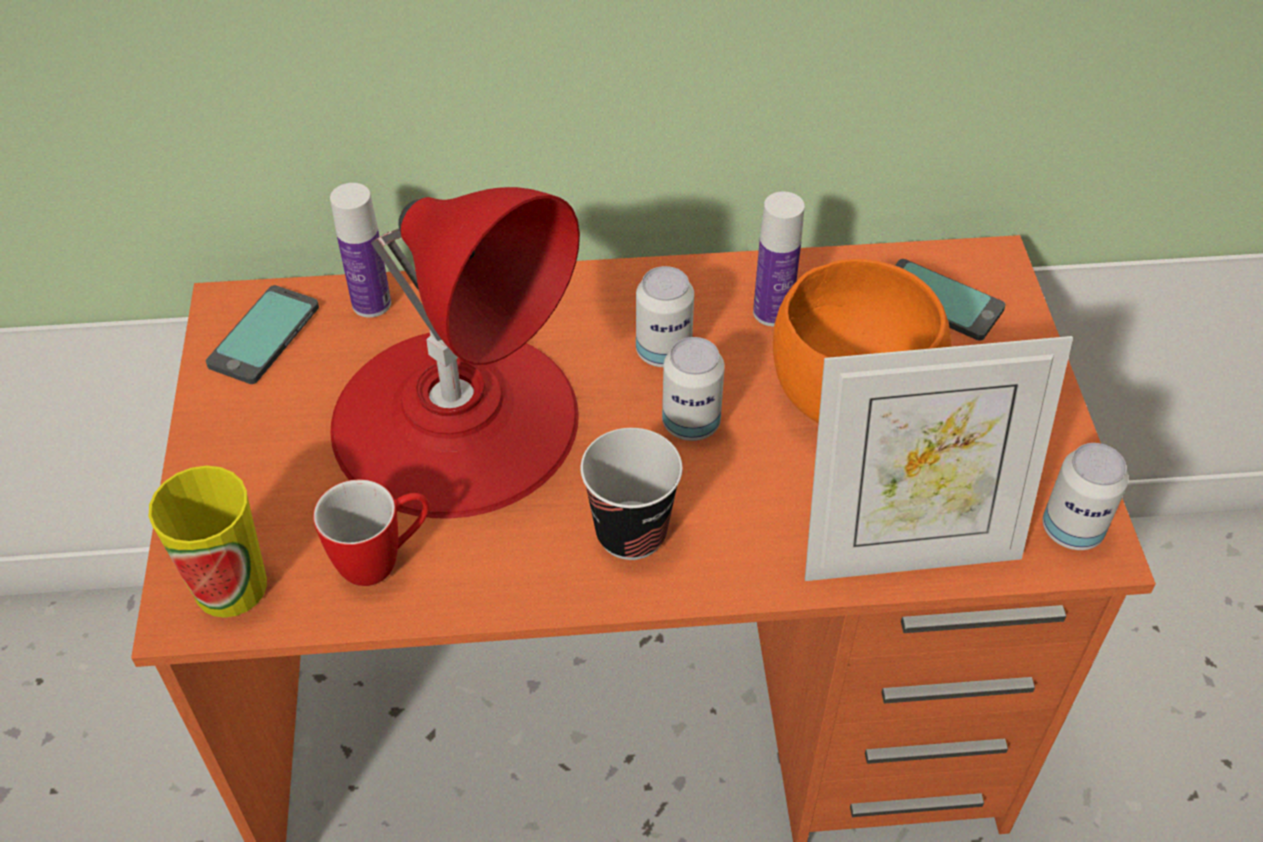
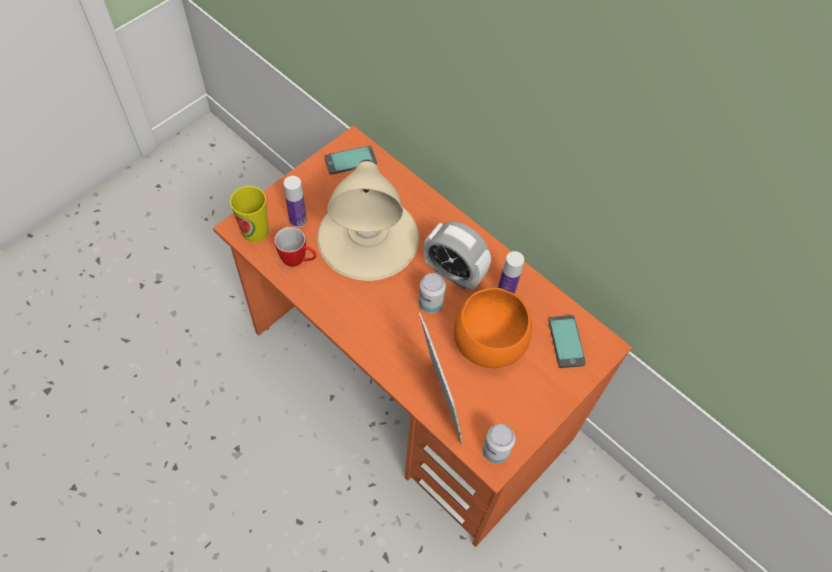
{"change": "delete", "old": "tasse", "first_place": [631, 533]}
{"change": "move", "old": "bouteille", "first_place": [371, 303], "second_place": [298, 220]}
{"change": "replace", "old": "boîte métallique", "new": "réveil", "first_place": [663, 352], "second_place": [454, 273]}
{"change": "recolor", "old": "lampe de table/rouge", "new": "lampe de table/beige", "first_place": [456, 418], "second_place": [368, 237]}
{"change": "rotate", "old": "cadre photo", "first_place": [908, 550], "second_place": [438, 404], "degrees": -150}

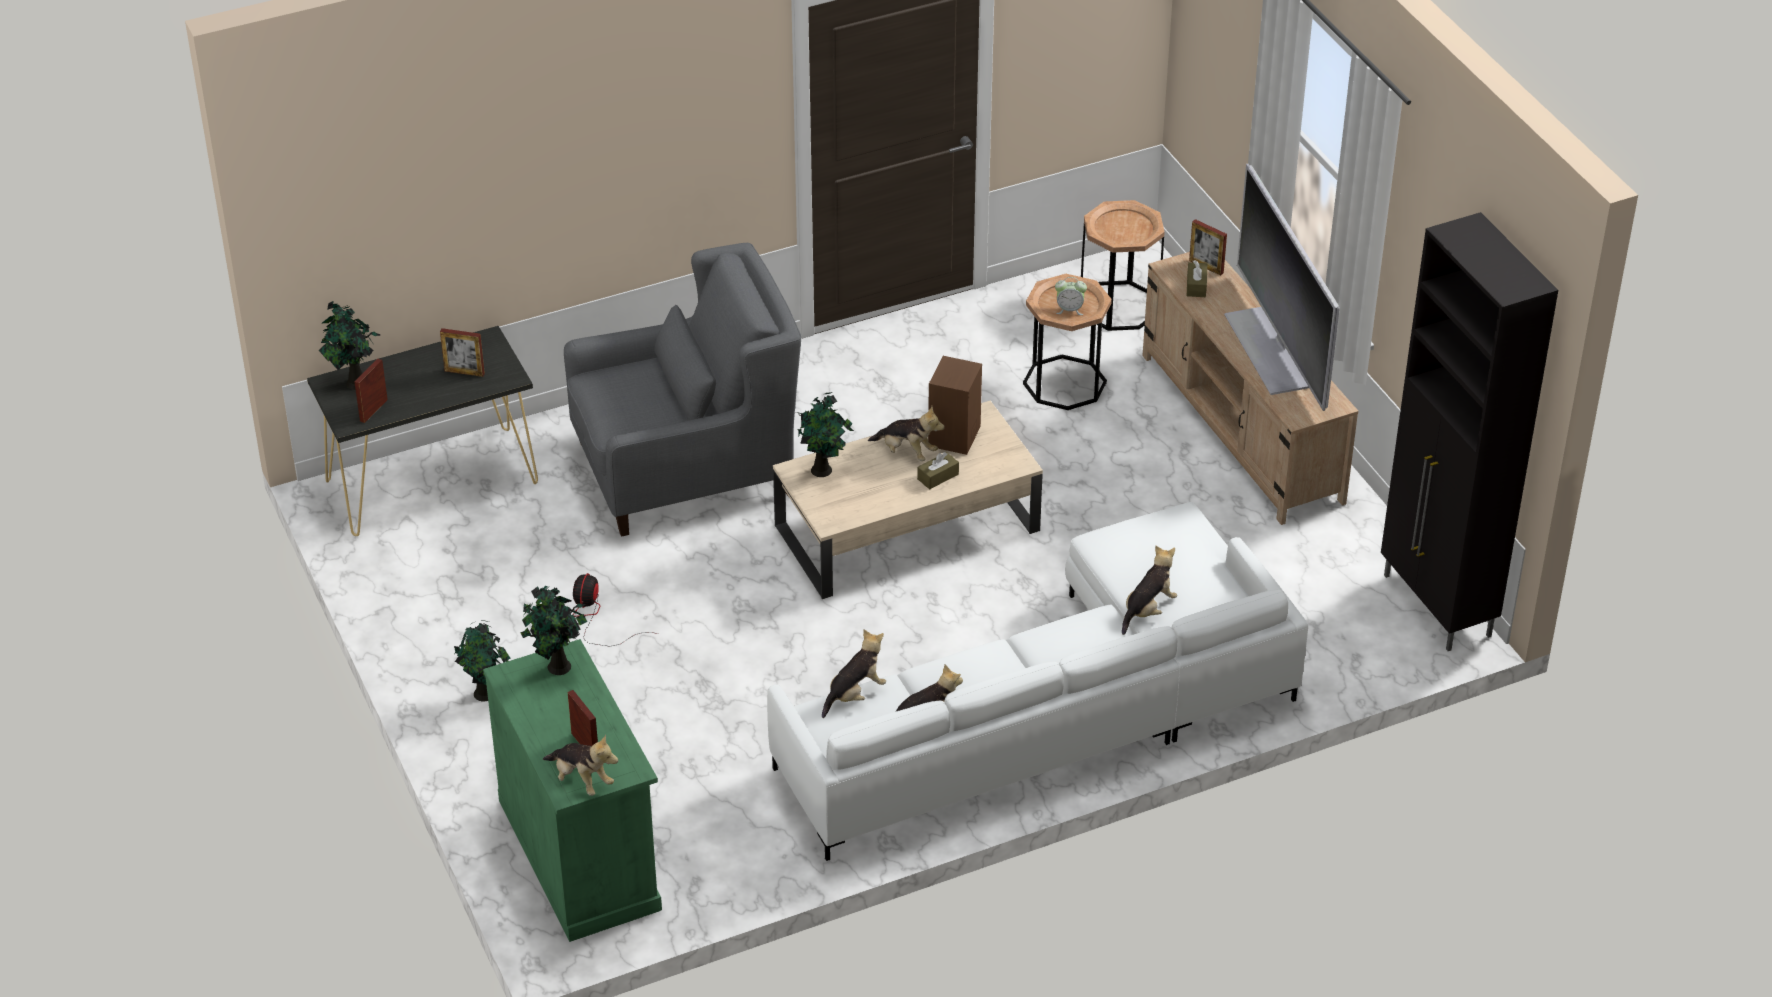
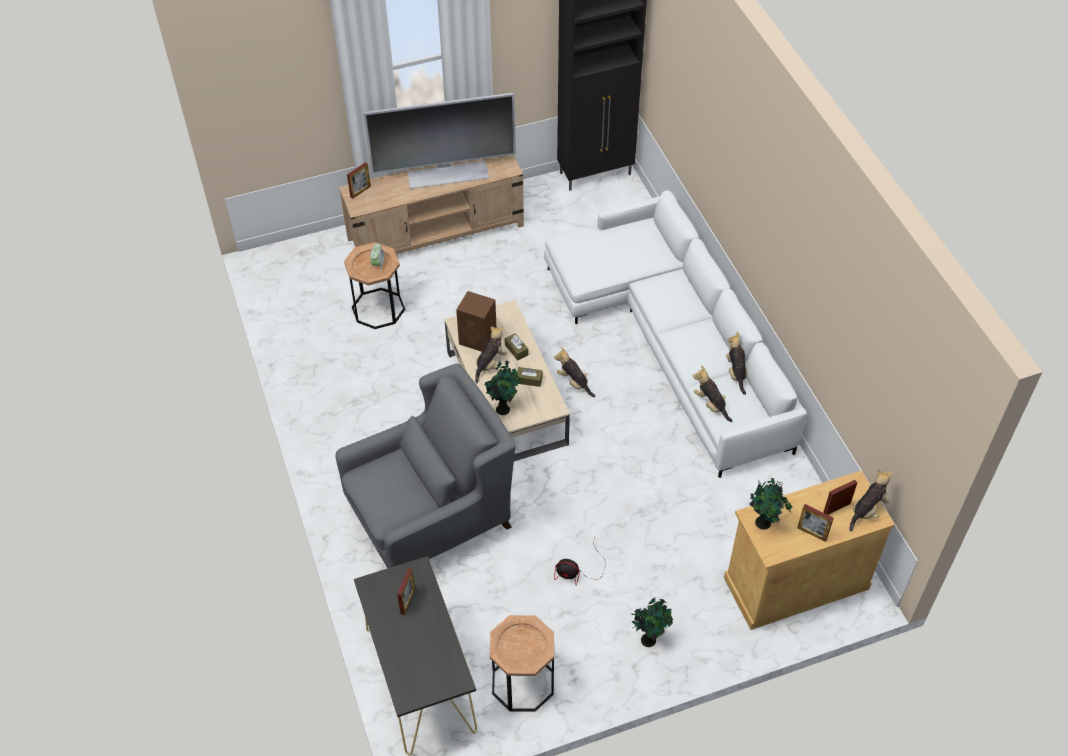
{"change": "delete", "old": "plante en pot", "first_place": [354, 383]}
{"change": "move", "old": "cadre photo", "first_place": [373, 410], "second_place": [812, 533]}
{"change": "move", "old": "table d'appoint/marron", "first_place": [1119, 306], "second_place": [523, 682]}
{"change": "move", "old": "peluche", "first_place": [1148, 610], "second_place": [574, 382]}
{"change": "move", "old": "boîte à mouchoirs/marron", "first_place": [1196, 286], "second_place": [529, 380]}
{"change": "recolor", "old": "meuble de rangement/vert", "new": "meuble de rangement/beige", "first_place": [580, 854], "second_place": [795, 583]}
{"change": "rotate", "old": "fauteuil/gris", "first_place": [685, 468], "second_place": [430, 516], "degrees": 75}

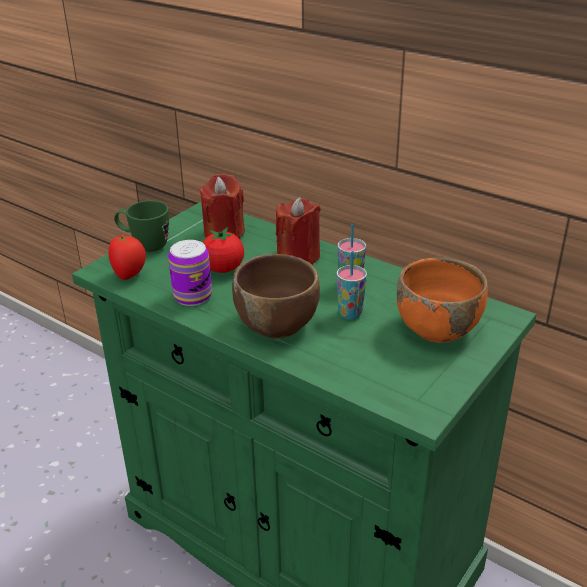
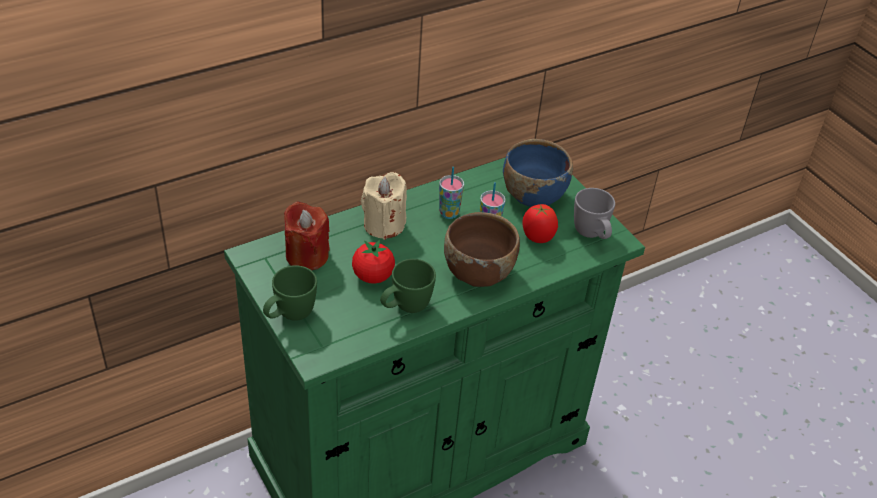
{"change": "insert", "new": "mug/gris", "second_place": [592, 235]}
{"change": "move", "old": "tomate", "first_place": [130, 275], "second_place": [537, 237]}
{"change": "replace", "old": "boîte métallique", "new": "mug/vert", "first_place": [192, 296], "second_place": [405, 308]}
{"change": "recolor", "old": "bougie/rouge", "new": "bougie/beige", "first_place": [298, 255], "second_place": [384, 225]}
{"change": "recolor", "old": "bol/orange", "new": "bol/bleu", "first_place": [437, 328], "second_place": [533, 195]}

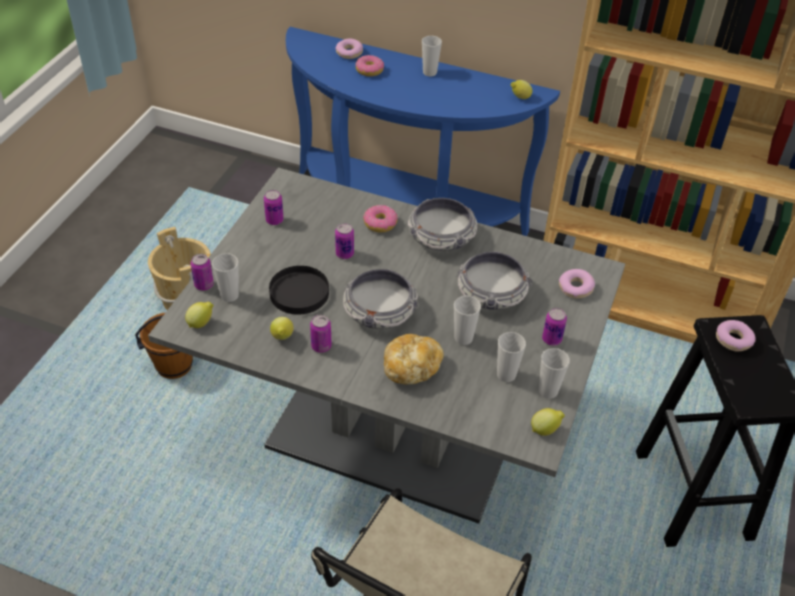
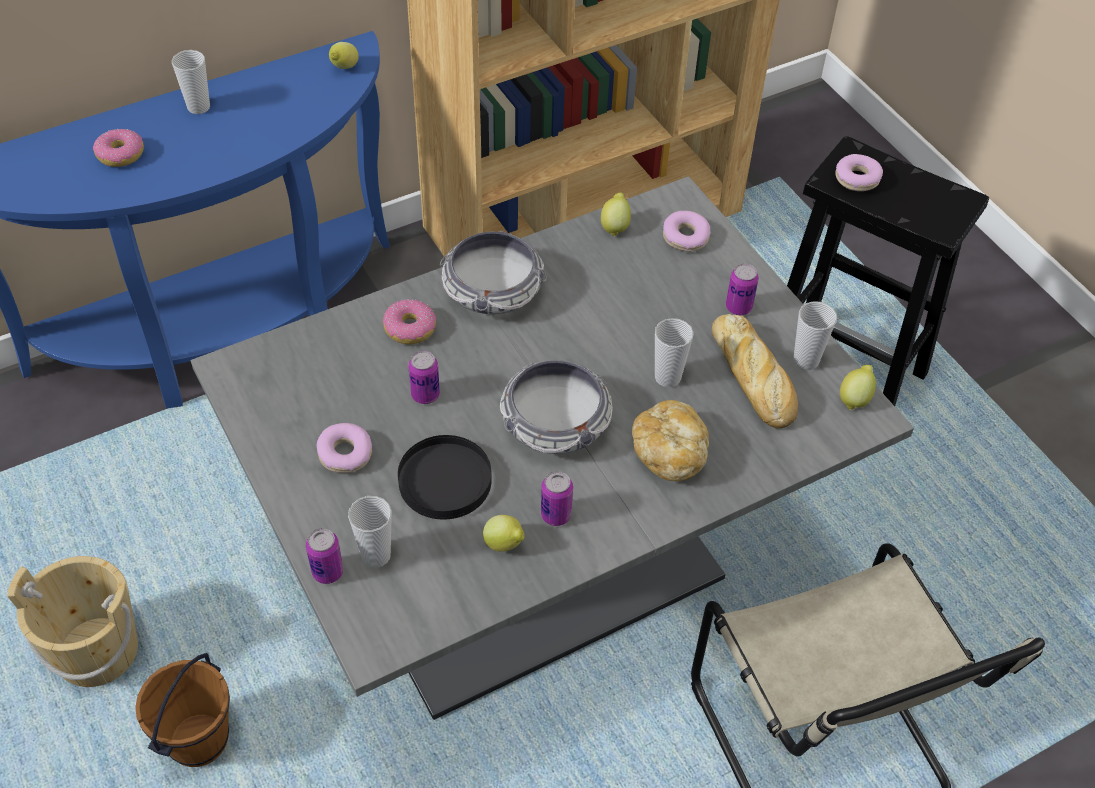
{"change": "delete", "old": "boîte métallique", "first_place": [274, 220]}
{"change": "delete", "old": "bol", "first_place": [491, 293]}
{"change": "move", "old": "citron", "first_place": [201, 323], "second_place": [615, 226]}
{"change": "move", "old": "beignet", "first_place": [349, 53], "second_place": [345, 454]}
{"change": "replace", "old": "tasse", "new": "pain", "first_place": [506, 375], "second_place": [753, 378]}

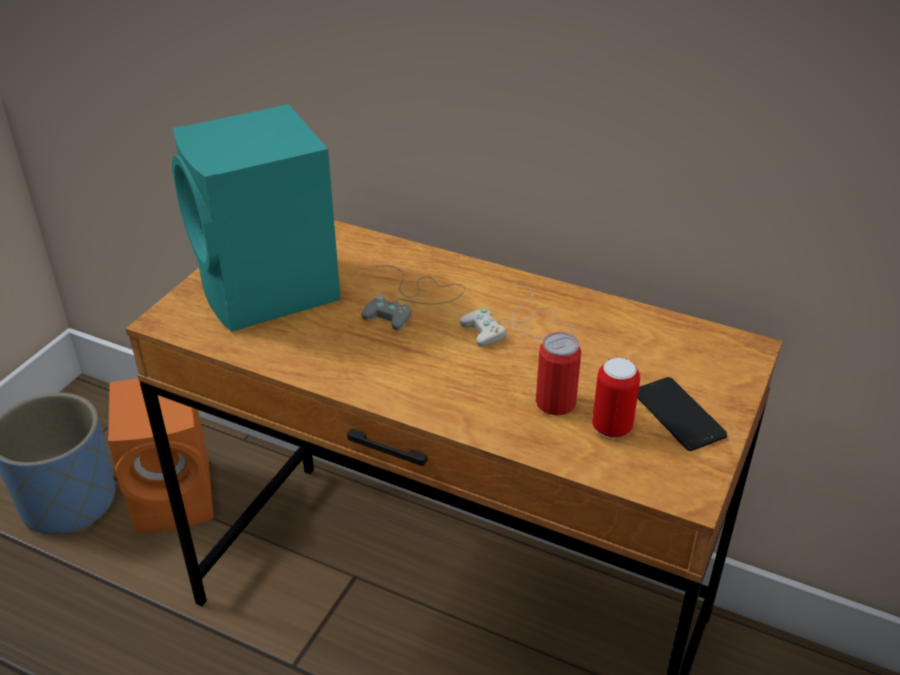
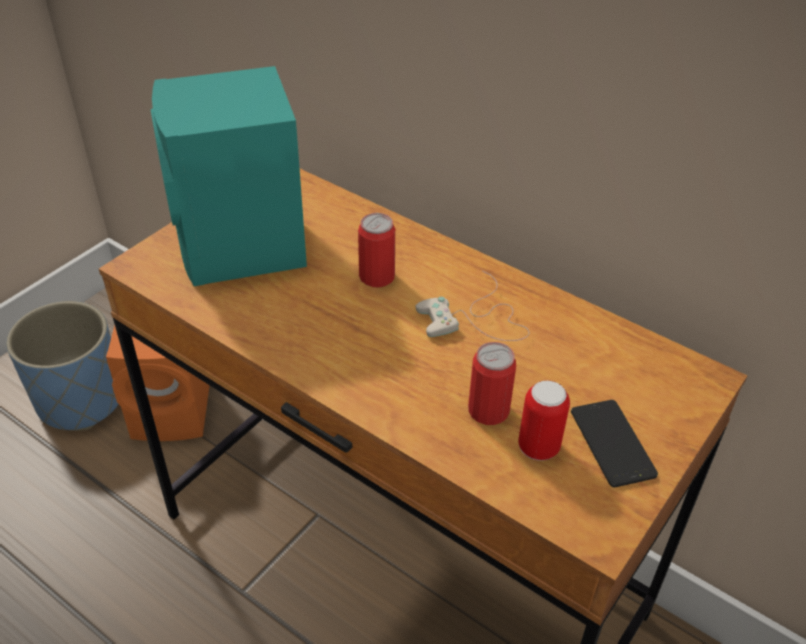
{"change": "replace", "old": "manette/gris", "new": "boîte métallique", "first_place": [412, 300], "second_place": [377, 277]}

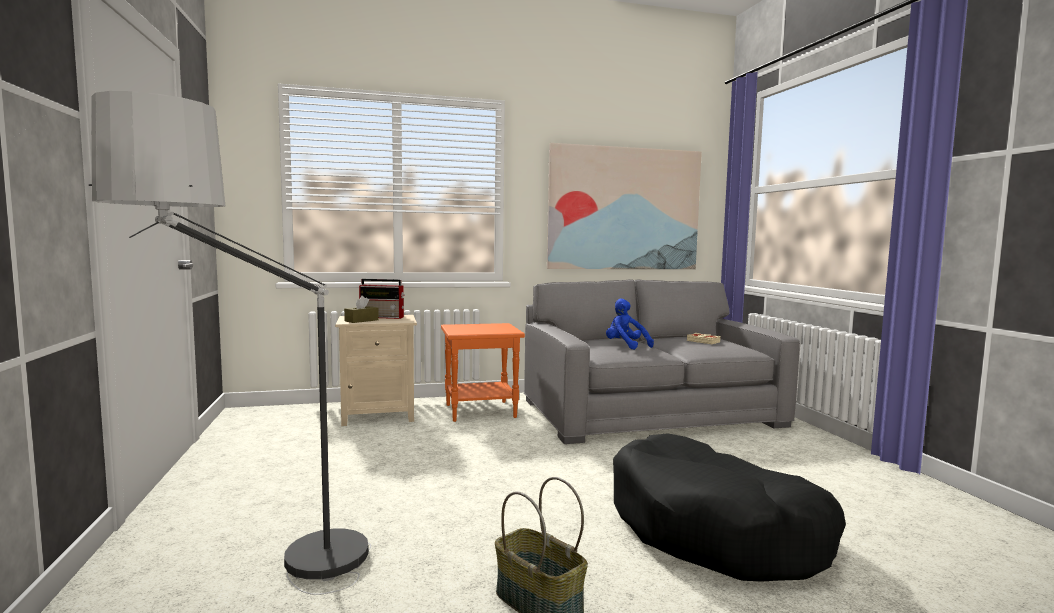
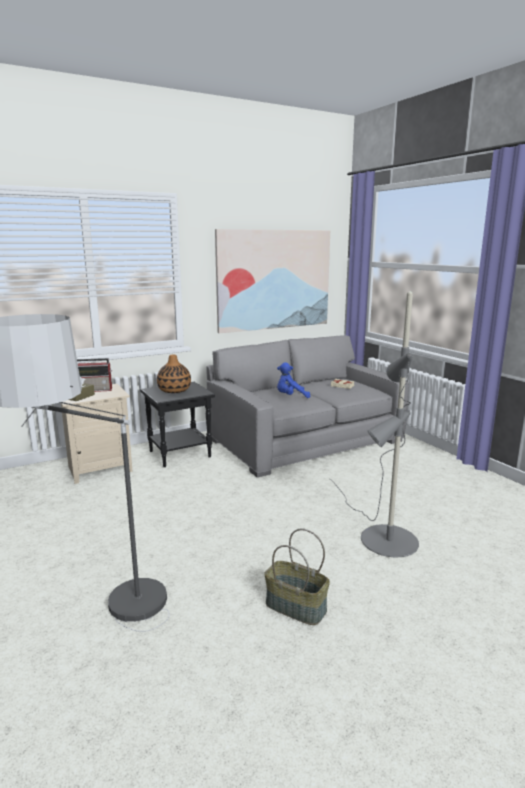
{"change": "insert", "new": "vase", "second_place": [174, 390]}
{"change": "replace", "old": "panier pour chien/noir", "new": "lampadaire/gris", "first_place": [716, 531], "second_place": [381, 534]}
{"change": "recolor", "old": "table d'appoint/orange", "new": "table d'appoint/noir", "first_place": [481, 411], "second_place": [180, 453]}
{"change": "rotate", "old": "peluche/bleu", "first_place": [625, 346], "second_place": [290, 397], "degrees": -45}

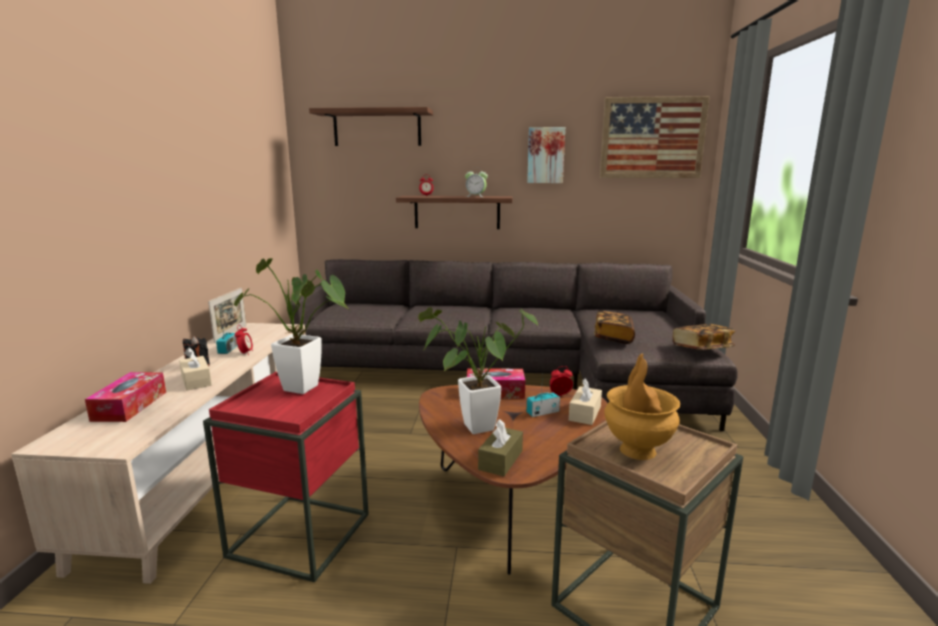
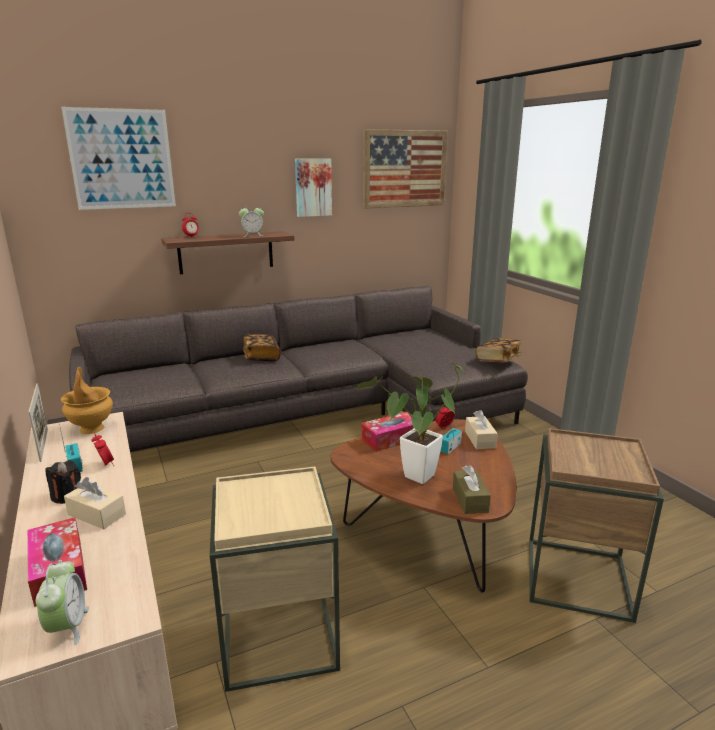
{"change": "delete", "old": "plante en pot", "first_place": [307, 389]}
{"change": "insert", "new": "réveil", "second_place": [68, 627]}
{"change": "move", "old": "livre", "first_place": [613, 337], "second_place": [261, 357]}
{"change": "move", "old": "vase/marron", "first_place": [637, 450], "second_place": [91, 428]}
{"change": "replace", "old": "étagère", "new": "tableau", "first_place": [377, 128], "second_place": [121, 159]}
{"change": "recolor", "old": "table d'appoint/rouge", "new": "table d'appoint/beige", "first_place": [300, 534], "second_place": [278, 635]}

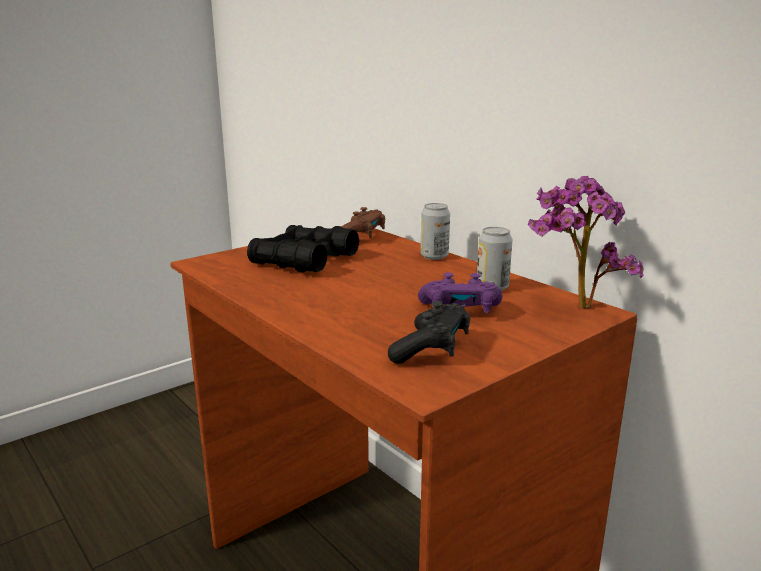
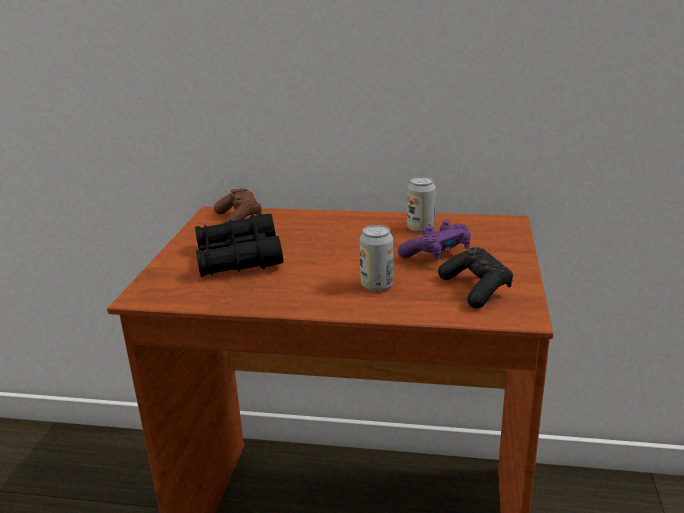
{"change": "delete", "old": "plante en pot", "first_place": [574, 307]}
{"change": "move", "old": "boîte métallique", "first_place": [434, 256], "second_place": [377, 285]}

